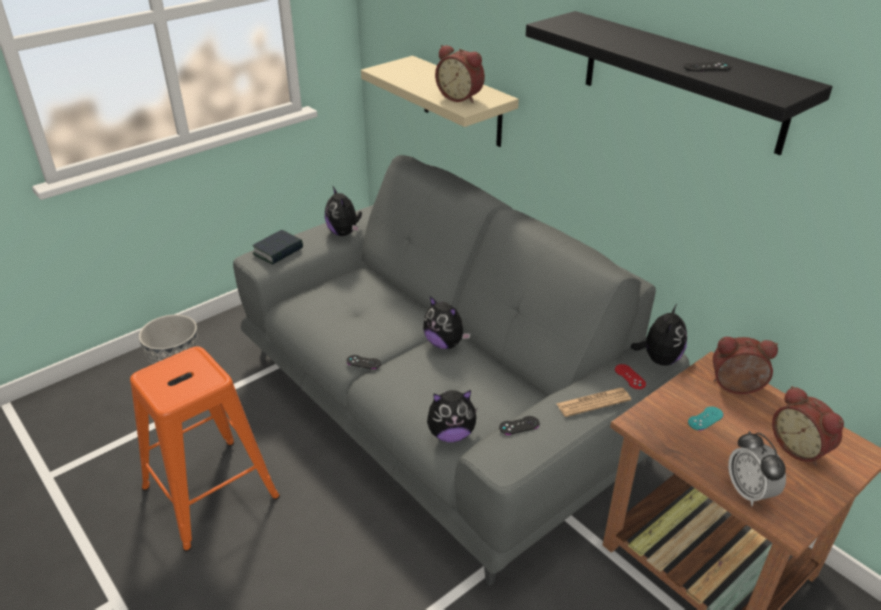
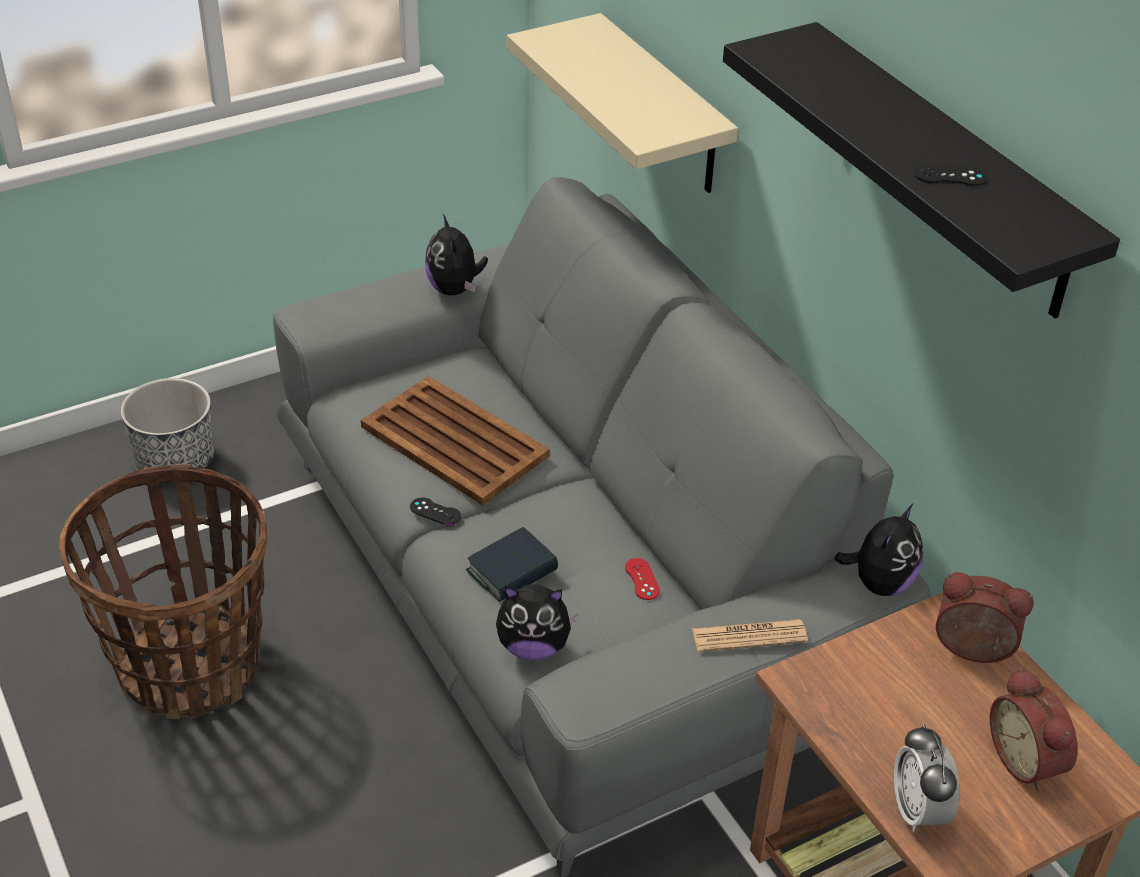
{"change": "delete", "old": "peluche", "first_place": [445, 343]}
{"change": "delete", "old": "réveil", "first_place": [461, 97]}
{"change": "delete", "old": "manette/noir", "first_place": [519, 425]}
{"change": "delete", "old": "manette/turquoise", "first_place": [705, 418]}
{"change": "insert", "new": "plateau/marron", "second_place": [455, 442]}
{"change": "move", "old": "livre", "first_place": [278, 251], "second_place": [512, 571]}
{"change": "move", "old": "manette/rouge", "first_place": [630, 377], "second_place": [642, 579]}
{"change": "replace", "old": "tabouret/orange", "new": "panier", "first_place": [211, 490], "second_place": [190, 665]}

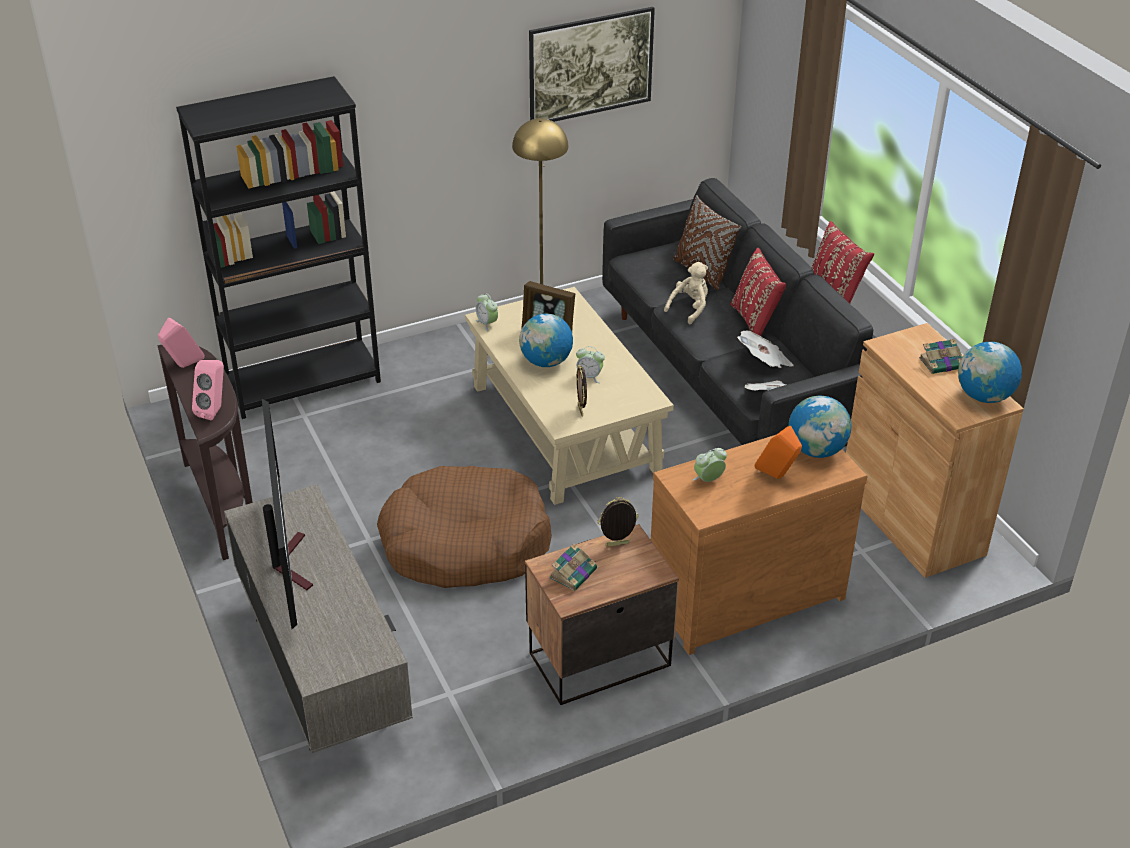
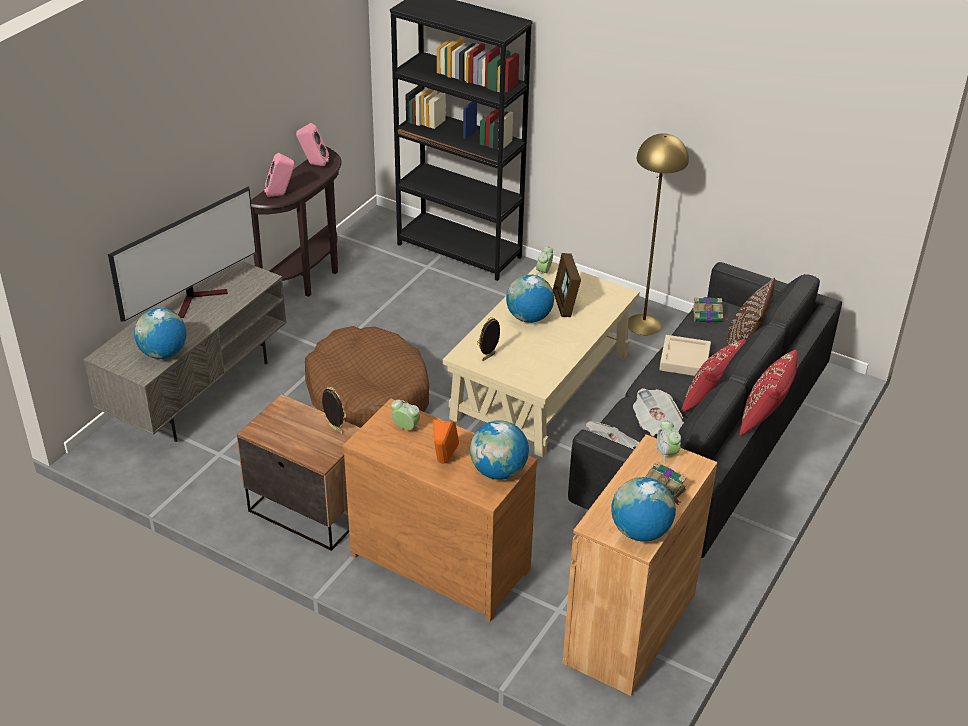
{"change": "delete", "old": "tableau", "first_place": [590, 89]}
{"change": "insert", "new": "globe", "second_place": [163, 353]}
{"change": "move", "old": "livre", "first_place": [573, 573], "second_place": [708, 316]}
{"change": "move", "old": "réveil", "first_place": [589, 377], "second_place": [667, 453]}
{"change": "replace", "old": "peluche/beige", "new": "plateau/beige", "first_place": [689, 308], "second_place": [684, 360]}

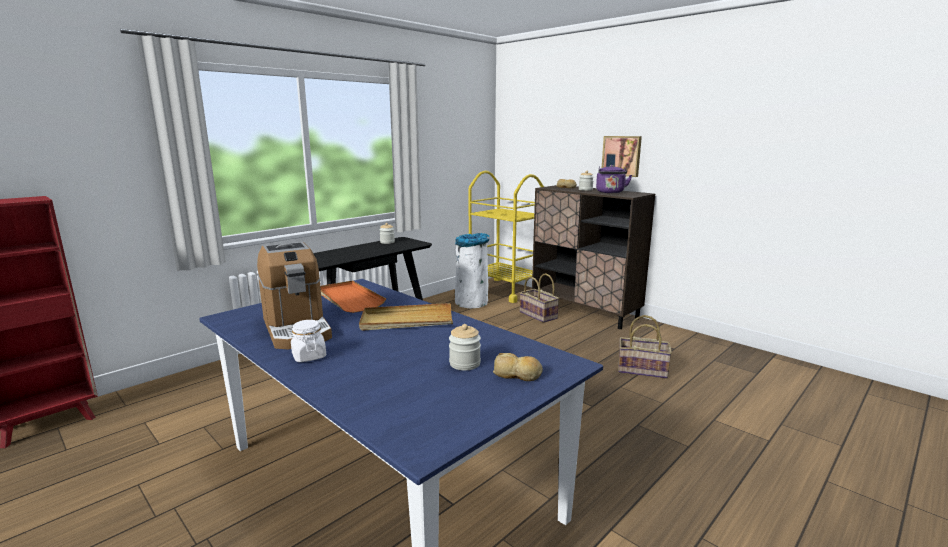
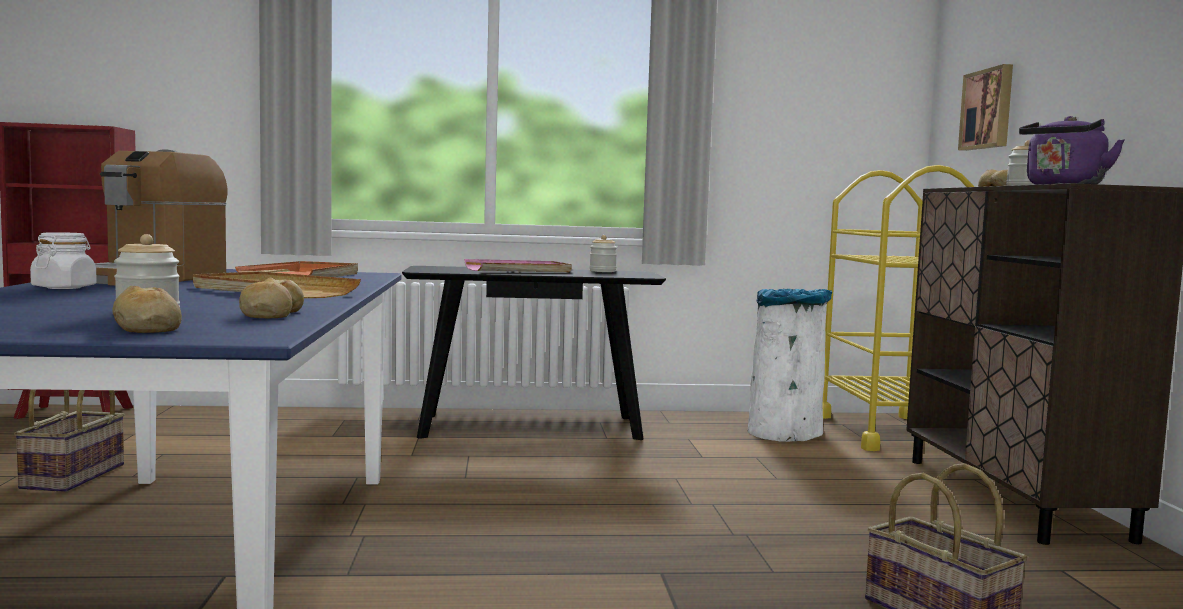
{"change": "insert", "new": "pain", "second_place": [271, 314]}
{"change": "insert", "new": "plateau/rose", "second_place": [518, 270]}
{"change": "move", "old": "panier", "first_place": [539, 315], "second_place": [74, 477]}
{"change": "move", "old": "tableau", "first_place": [621, 156], "second_place": [988, 109]}

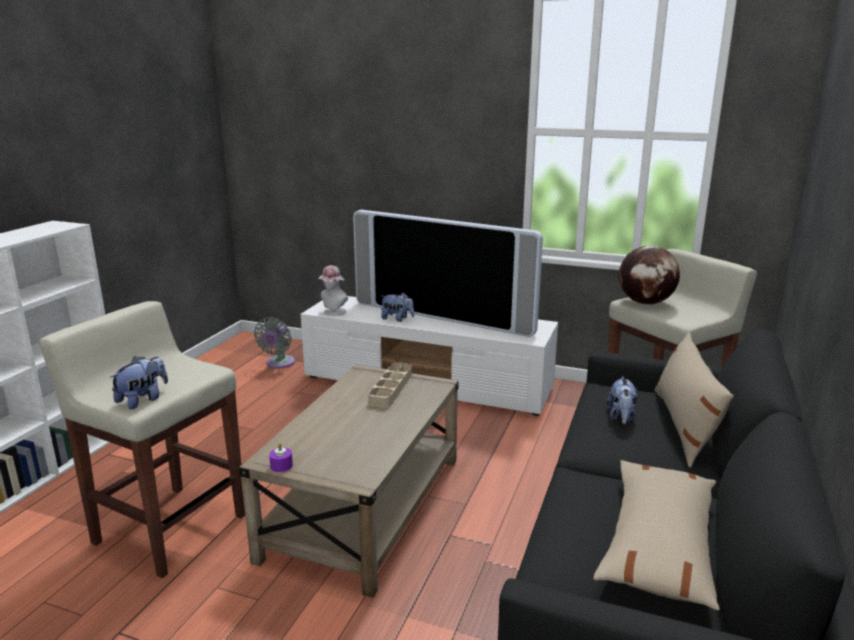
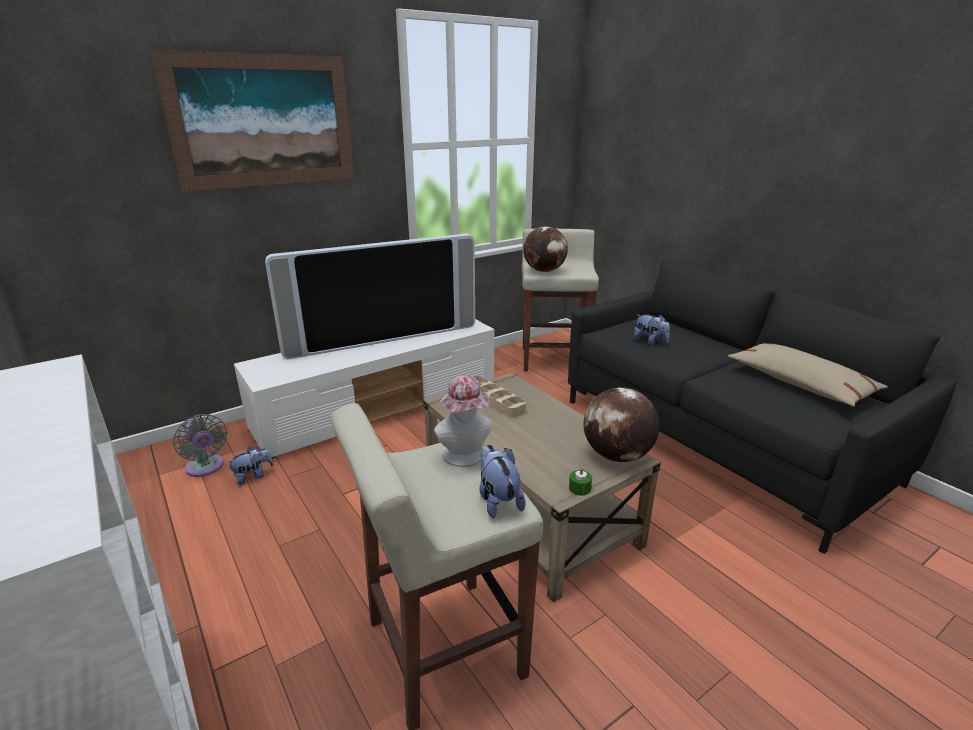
{"change": "delete", "old": "coussin/beige", "first_place": [684, 426]}
{"change": "insert", "new": "tableau", "second_place": [264, 121]}
{"change": "insert", "new": "globe", "second_place": [617, 456]}
{"change": "move", "old": "chapeau", "first_place": [333, 312], "second_place": [465, 458]}
{"change": "move", "old": "peluche", "first_place": [397, 319], "second_place": [253, 476]}
{"change": "recolor", "old": "bougie/violet", "new": "bougie/vert", "first_place": [281, 465], "second_place": [579, 488]}

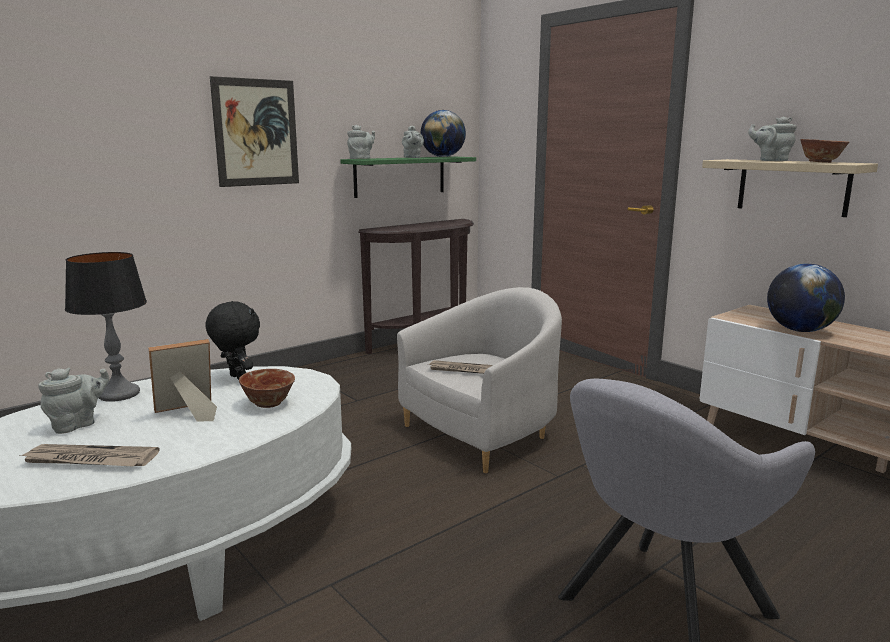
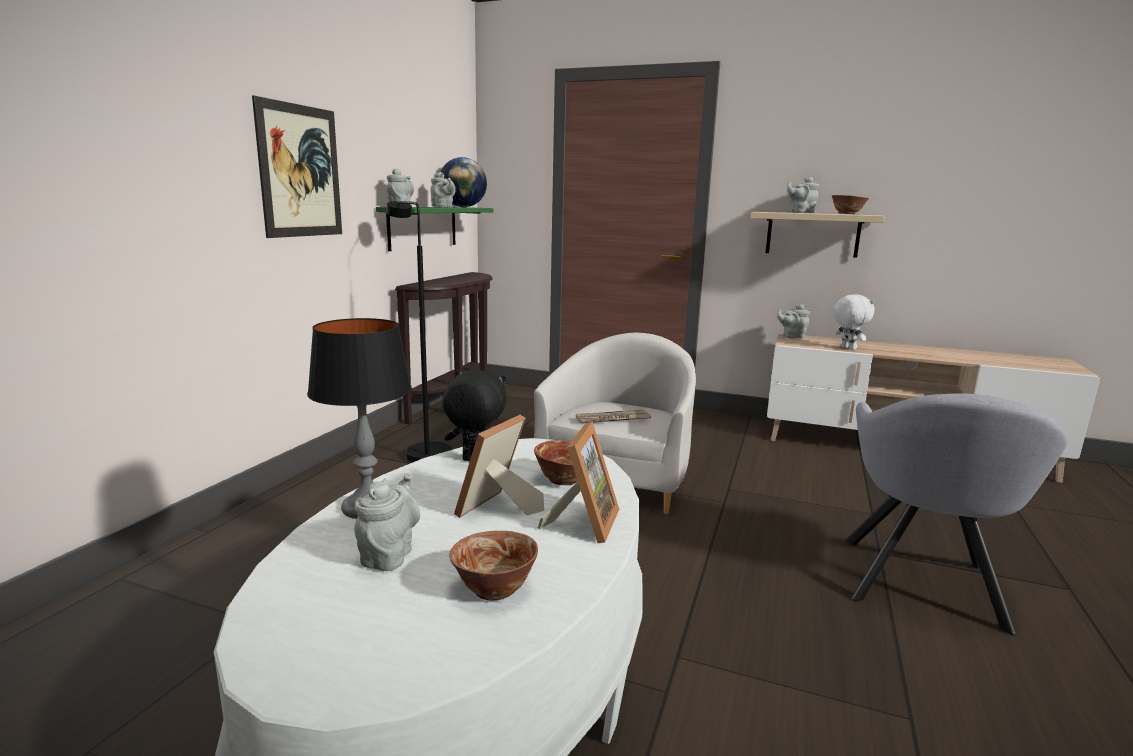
{"change": "insert", "new": "lampadaire/noir", "second_place": [423, 452]}
{"change": "insert", "new": "cadre photo", "second_place": [583, 522]}
{"change": "insert", "new": "théière/gris", "second_place": [792, 336]}
{"change": "replace", "old": "journal", "new": "bol", "first_place": [89, 460], "second_place": [494, 589]}
{"change": "replace", "old": "globe", "new": "peluche/blanc", "first_place": [800, 330], "second_place": [847, 348]}

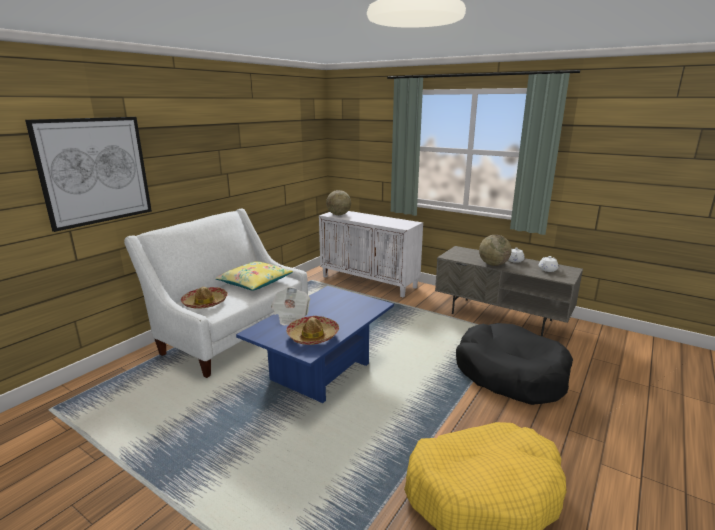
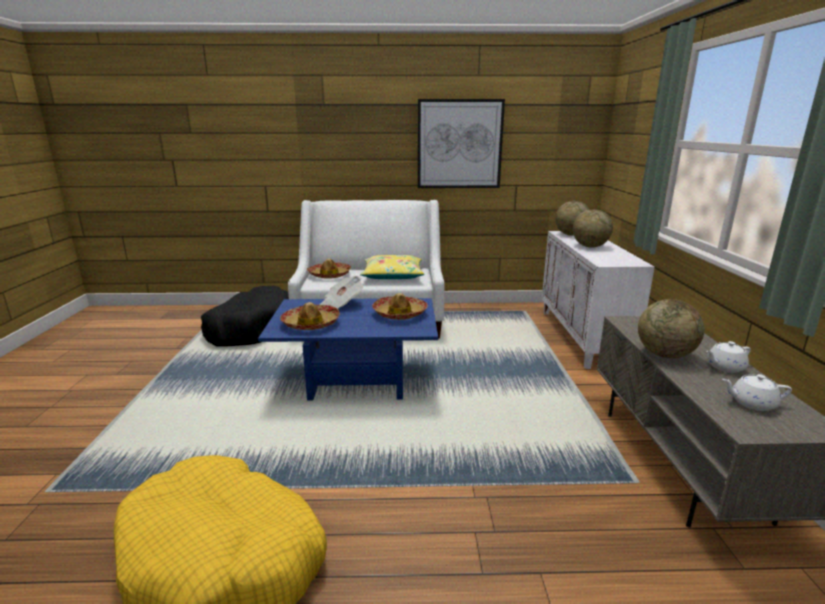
{"change": "insert", "new": "chapeau", "second_place": [400, 314]}
{"change": "insert", "new": "globe", "second_place": [590, 246]}
{"change": "move", "old": "tableau", "first_place": [95, 171], "second_place": [459, 144]}
{"change": "move", "old": "panier pour chien/noir", "first_place": [510, 374], "second_place": [251, 328]}

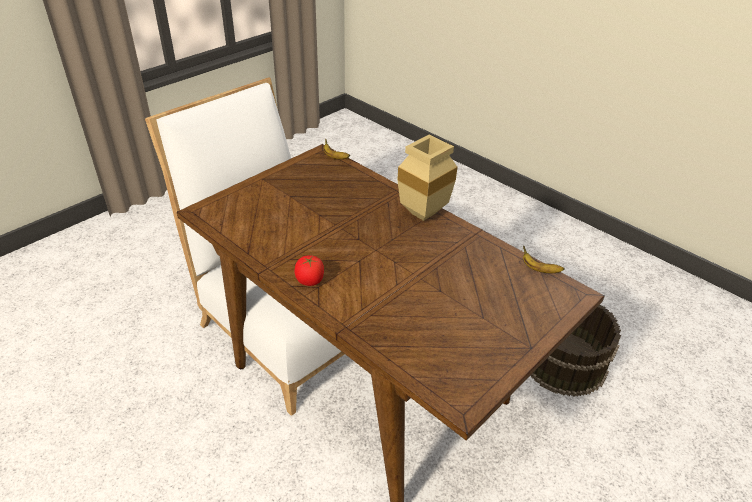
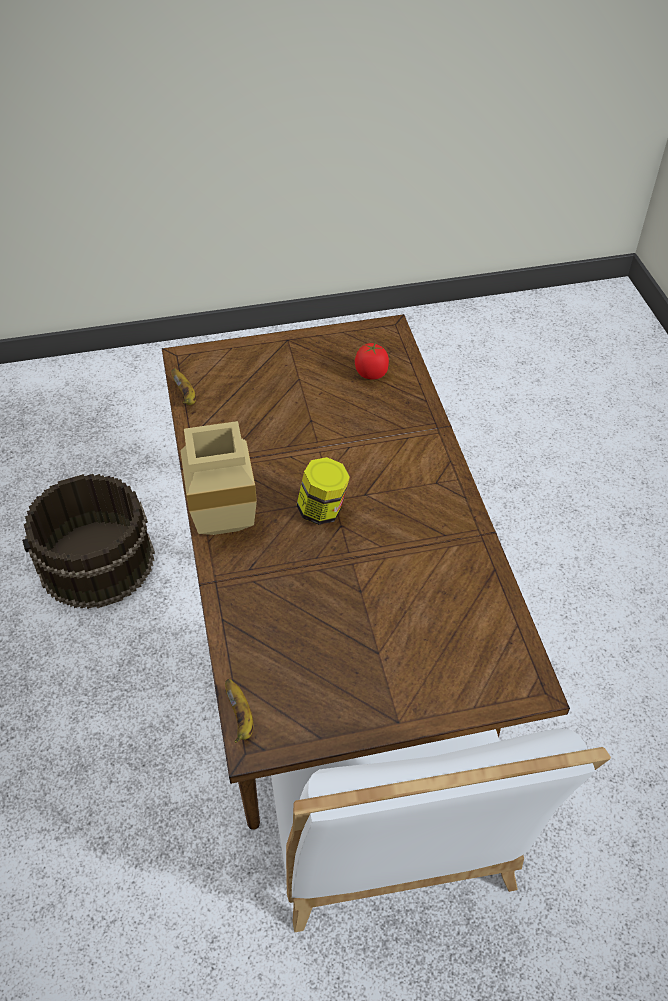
{"change": "insert", "new": "bocal", "second_place": [323, 510]}
{"change": "move", "old": "tomate", "first_place": [309, 281], "second_place": [371, 374]}

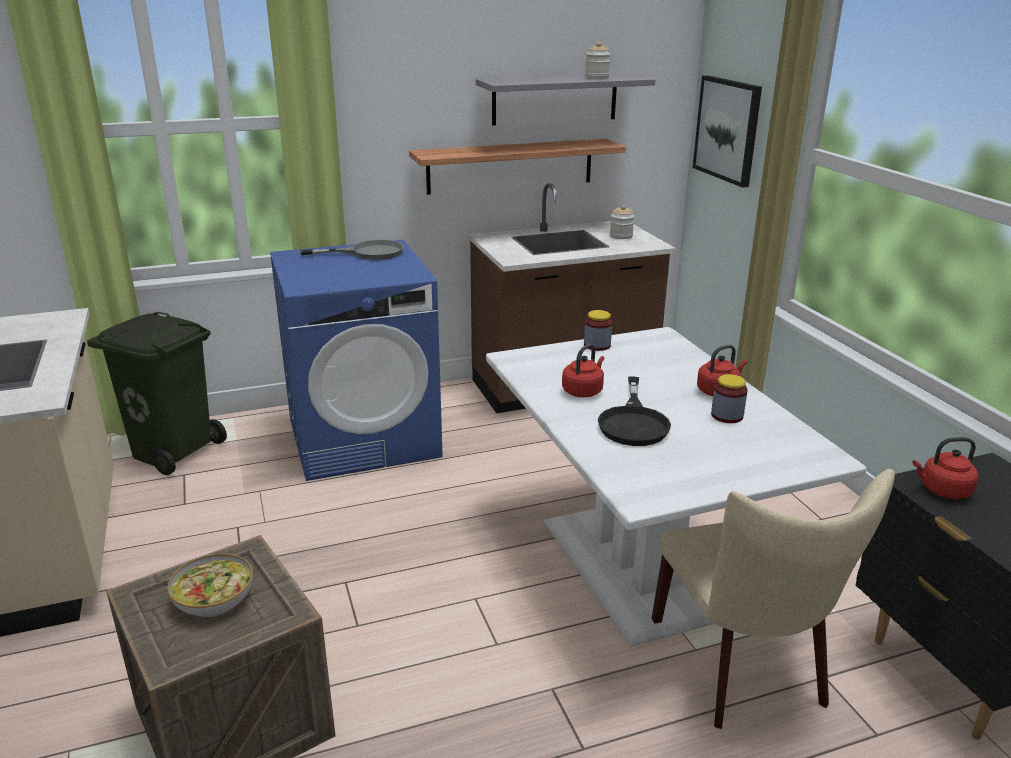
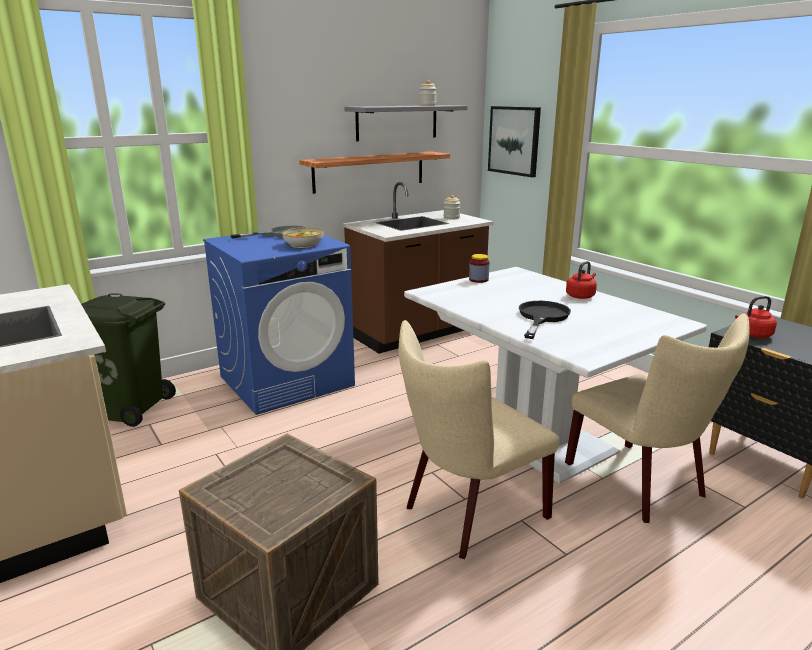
{"change": "delete", "old": "bouilloire/rouge", "first_place": [583, 391]}
{"change": "delete", "old": "bocal", "first_place": [727, 416]}
{"change": "insert", "new": "chaise/beige", "second_place": [468, 514]}
{"change": "move", "old": "bol", "first_place": [213, 599], "second_place": [303, 244]}
{"change": "rotate", "old": "poêle/noir", "first_place": [633, 422], "second_place": [541, 317], "degrees": -150}

